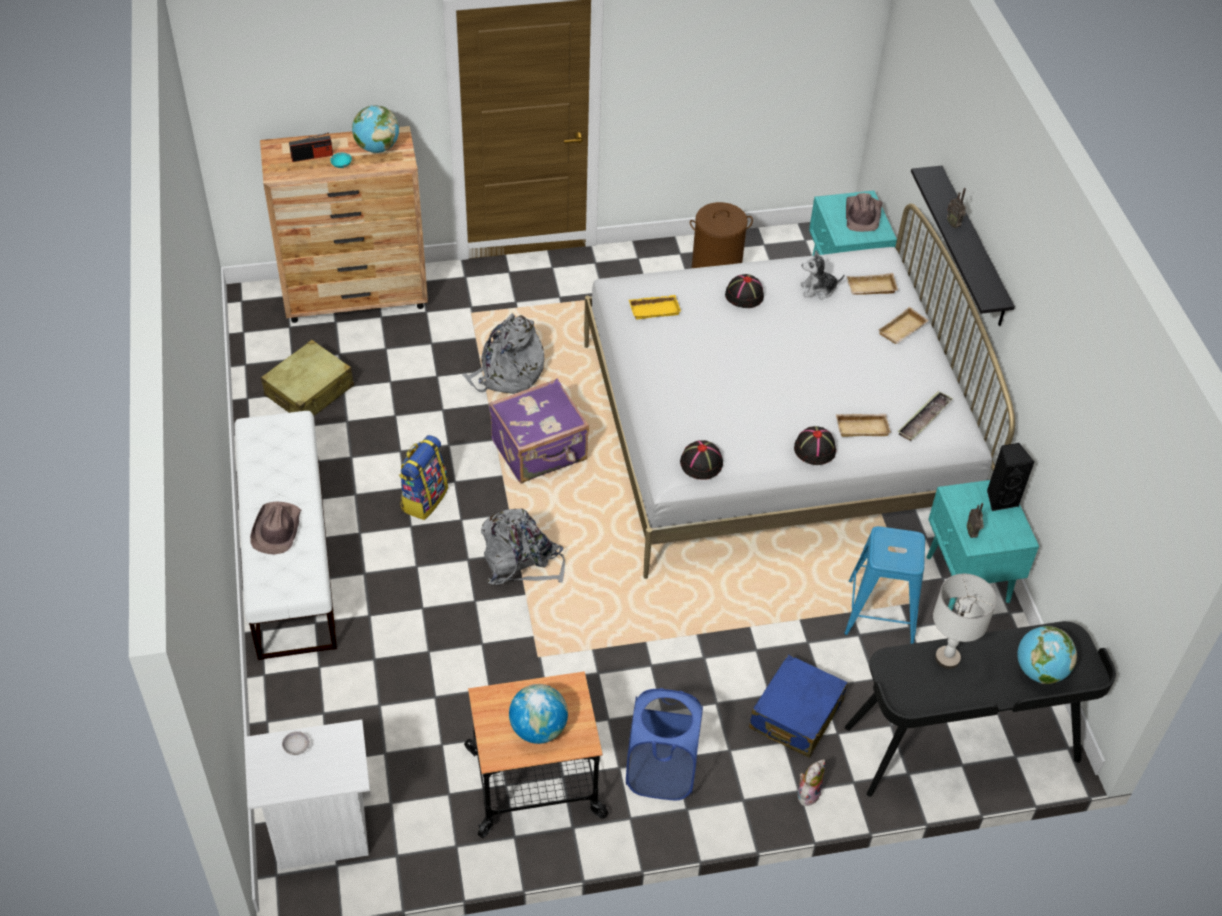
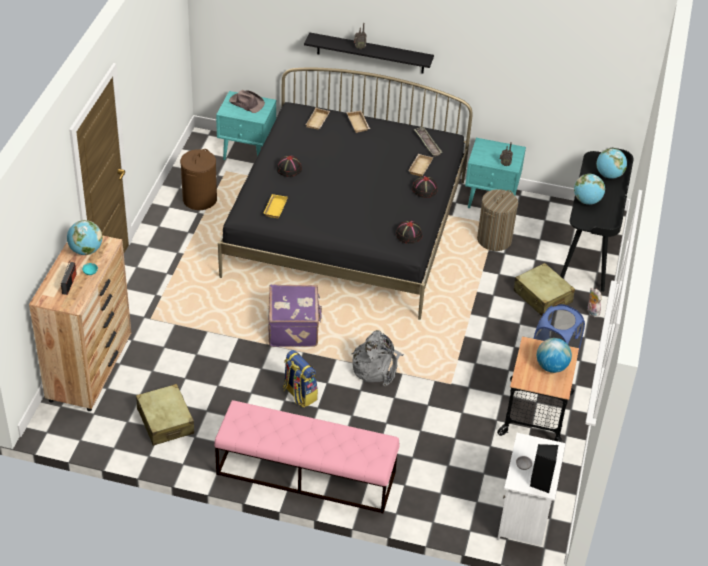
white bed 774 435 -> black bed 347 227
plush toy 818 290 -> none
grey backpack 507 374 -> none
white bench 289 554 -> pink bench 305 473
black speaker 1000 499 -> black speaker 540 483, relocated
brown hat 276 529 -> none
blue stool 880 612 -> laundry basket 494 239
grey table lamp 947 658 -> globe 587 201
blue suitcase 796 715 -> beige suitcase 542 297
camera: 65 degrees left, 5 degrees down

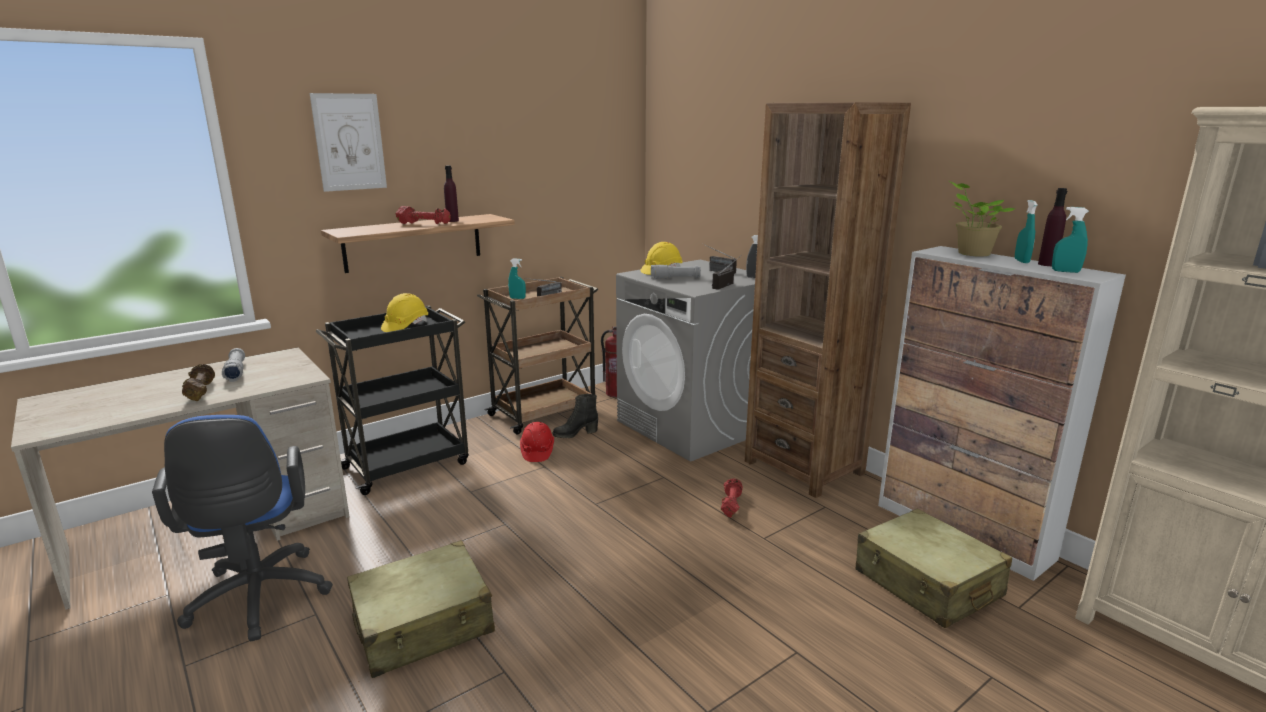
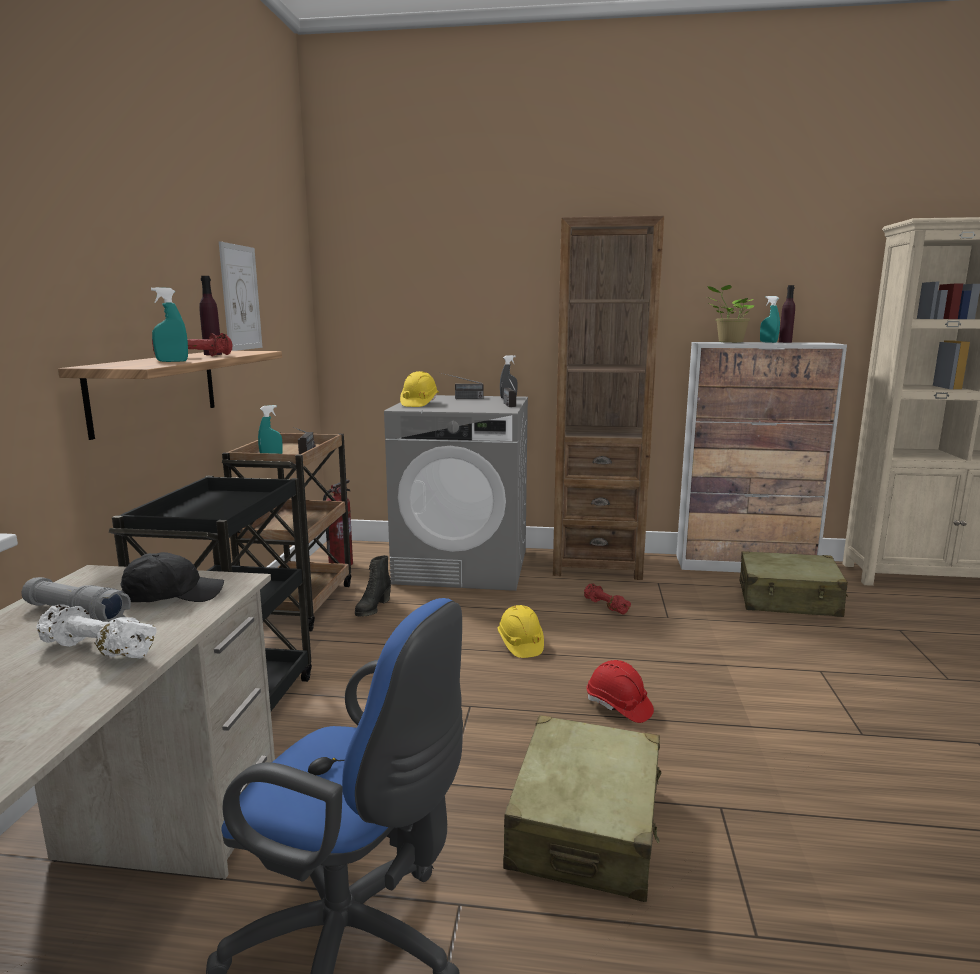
picture 349 142 -> picture 240 298, relocated
turquoise spray bottle 1065 271 -> turquoise spray bottle 172 361, relocated
grey flashlight 675 278 -> none
yellow hard hat 405 326 -> yellow hard hat 520 644, relocated
brown dumbbell 200 392 -> white dumbbell 96 651
red hard hat 537 452 -> red hard hat 618 706, relocated
none -> black cap 173 596
camera: 45 degrees left, 5 degrees down

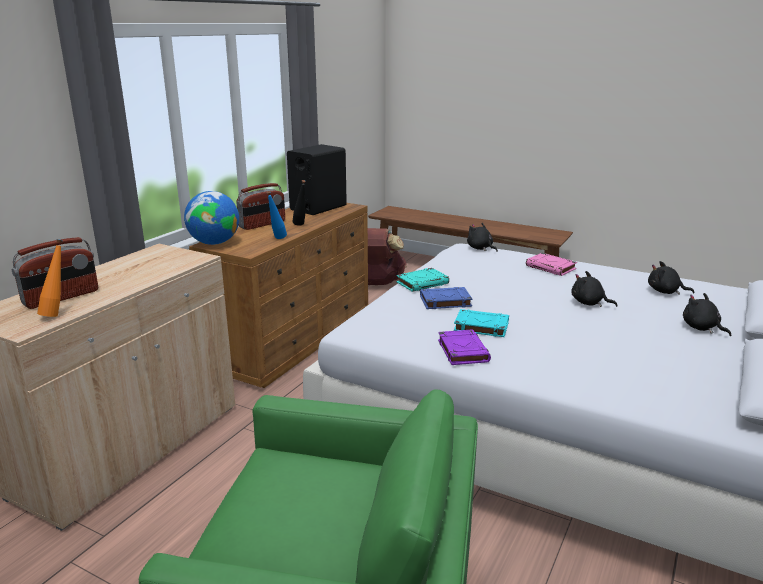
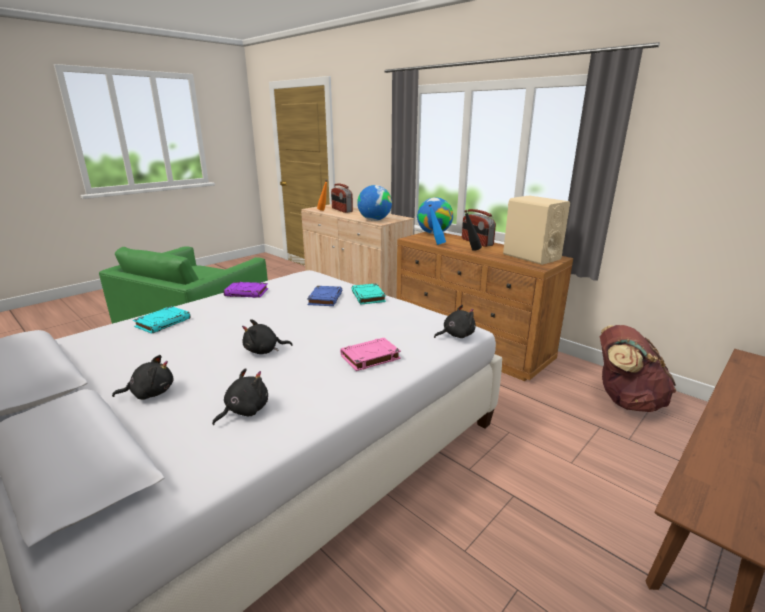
black speaker 318 208 -> beige speaker 531 257
black plush toy 589 303 -> black plush toy 264 351, 150 degrees counterclockwise
turquoise book 480 327 -> turquoise book 163 322, relocated
none -> globe 374 220
camera: 105 degrees right, 0 degrees up

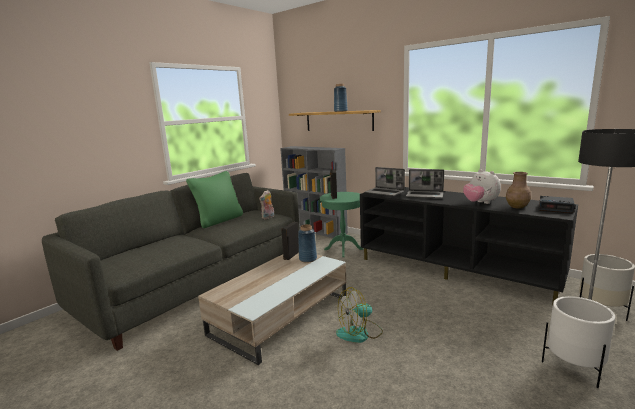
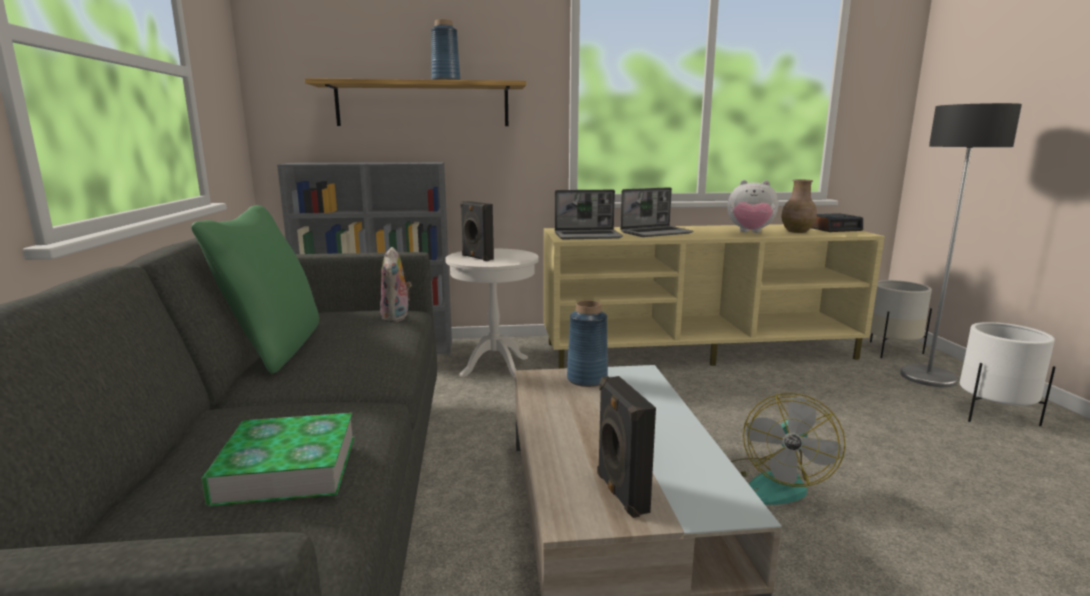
black tv stand 454 270 -> beige tv stand 699 351
green side table 343 249 -> white side table 495 366
black speaker 291 255 -> black speaker 620 493, relocated
none -> book 287 468
camera: 45 degrees left, 0 degrees up

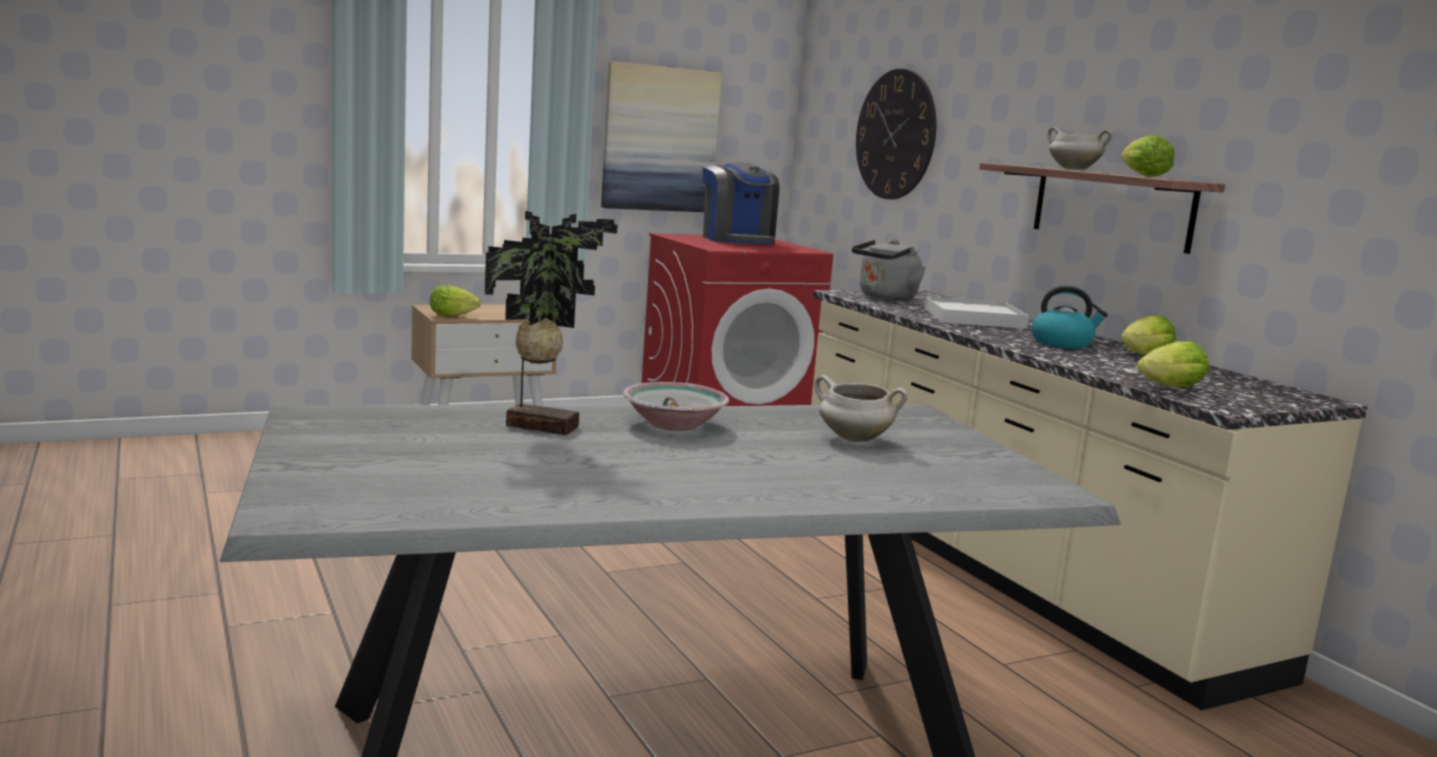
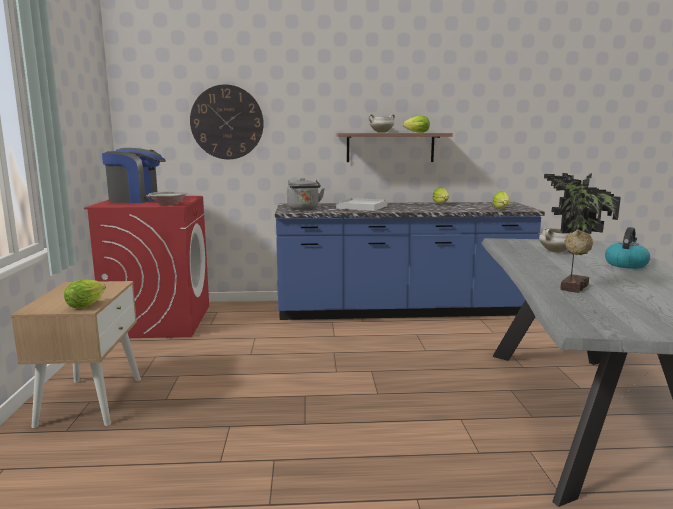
picture 660 139 -> none
kettle 1062 343 -> kettle 625 264, relocated
beige counter 1003 568 -> blue counter 401 310
bowl 674 424 -> bowl 168 204, relocated
camera: 65 degrees left, 0 degrees up

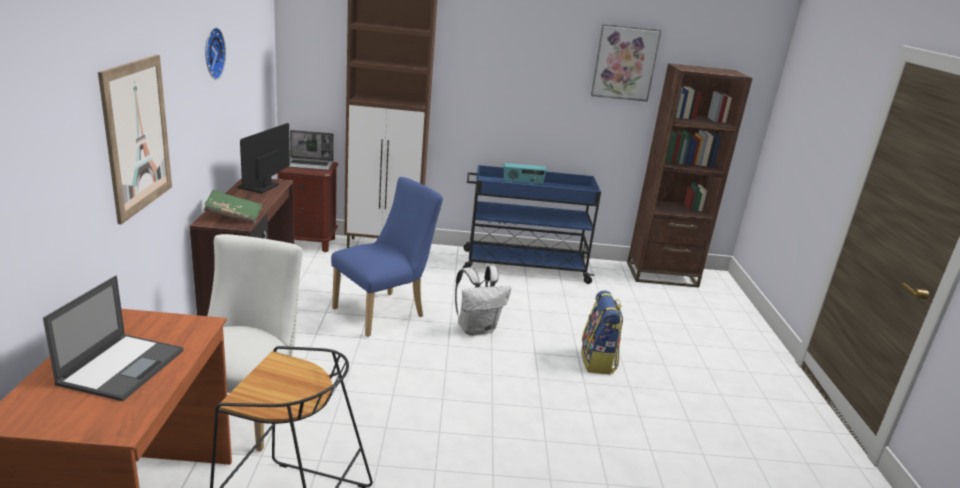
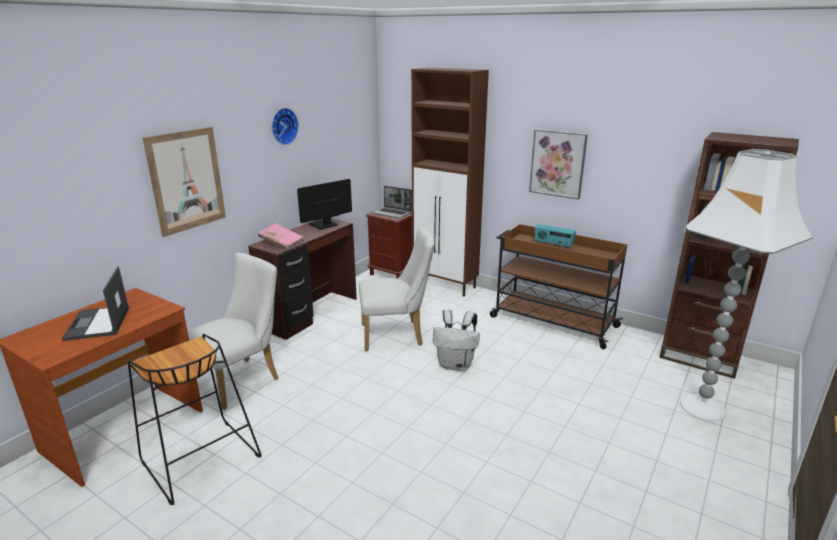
picture 624 63 -> picture 557 163, relocated
blue cart 523 266 -> brown cart 551 321
blue chair 384 311 -> white chair 397 335
green book 234 215 -> pink book 281 242
laptop 123 366 -> laptop 98 323, 120 degrees clockwise
backpack 598 361 -> none
none -> white floor lamp 702 408
camera: 35 degrees right, 0 degrees up

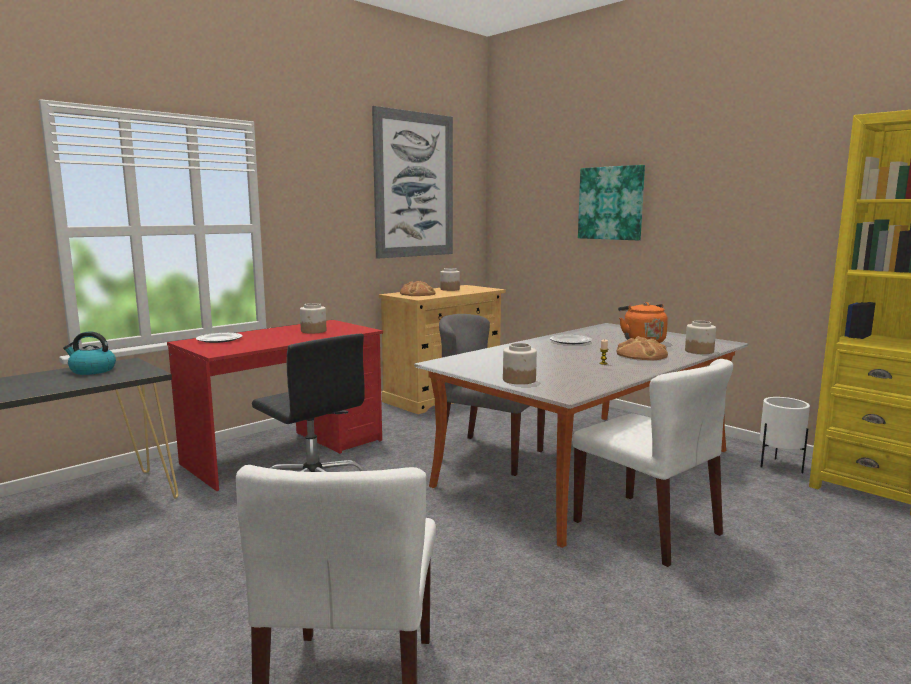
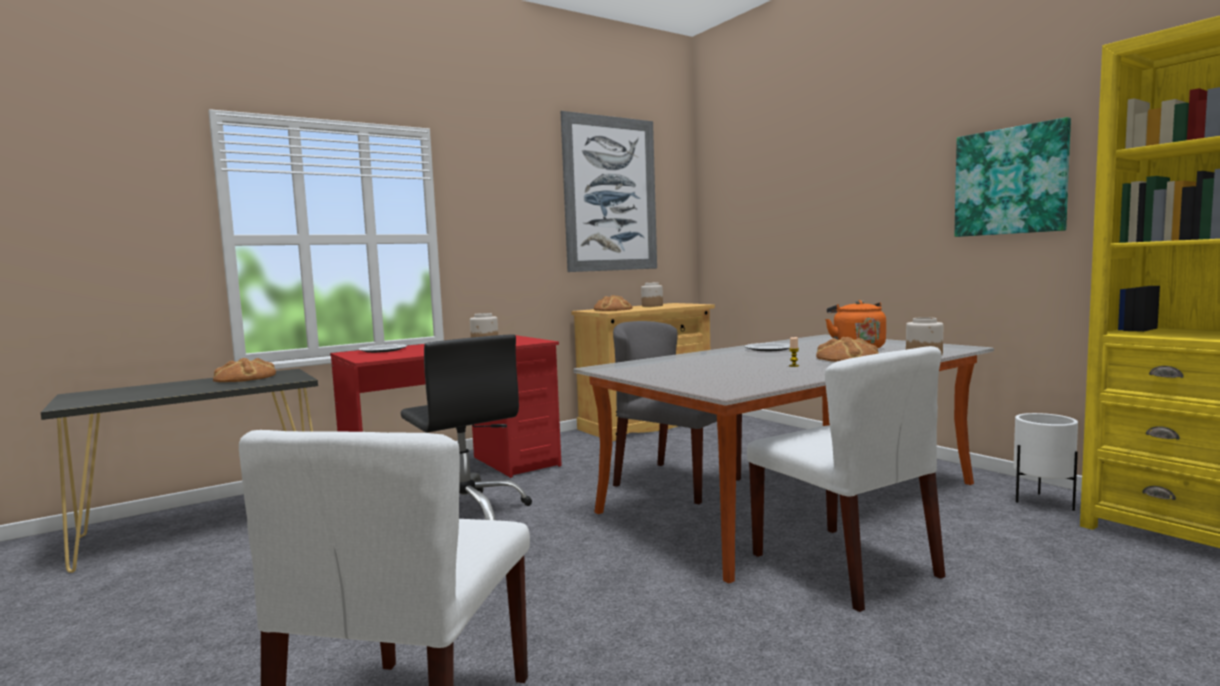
picture 611 203 -> picture 1010 181, relocated
kettle 92 370 -> bread 245 378
jar 519 380 -> none
camera: 10 degrees right, 5 degrees down

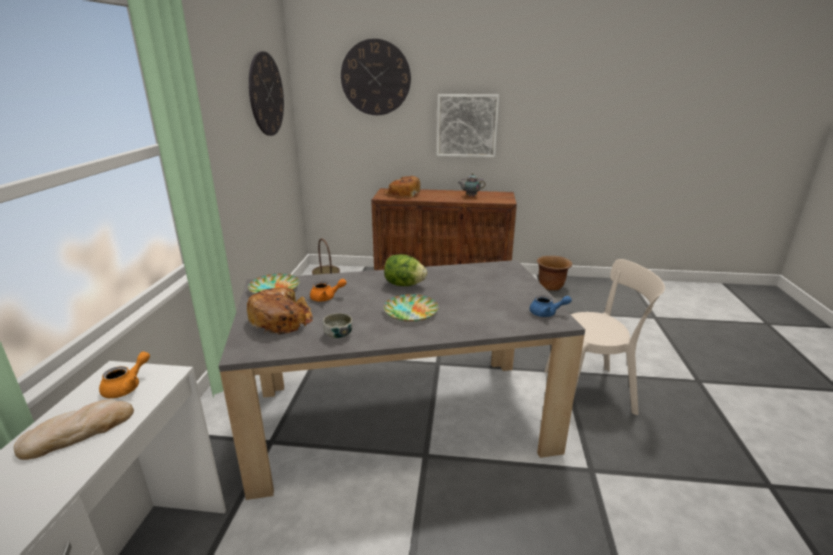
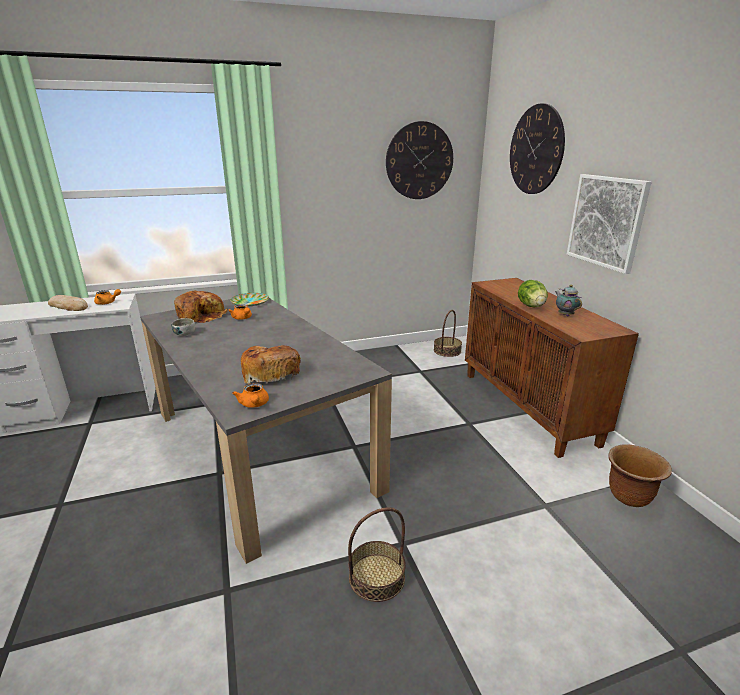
bread 403 193 -> bread 270 372, relocated
lettuce 404 284 -> lettuce 531 306, relocated
beige chair 593 391 -> basket 376 577
plate 410 311 -> none
blue teapot 546 313 -> orange teapot 254 405
camera: 65 degrees right, 0 degrees up

